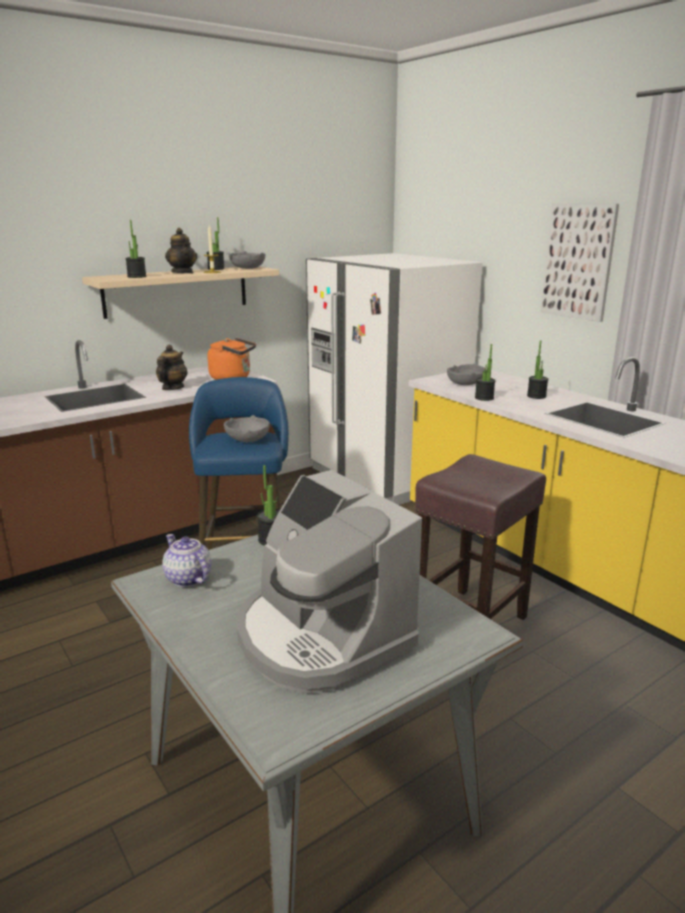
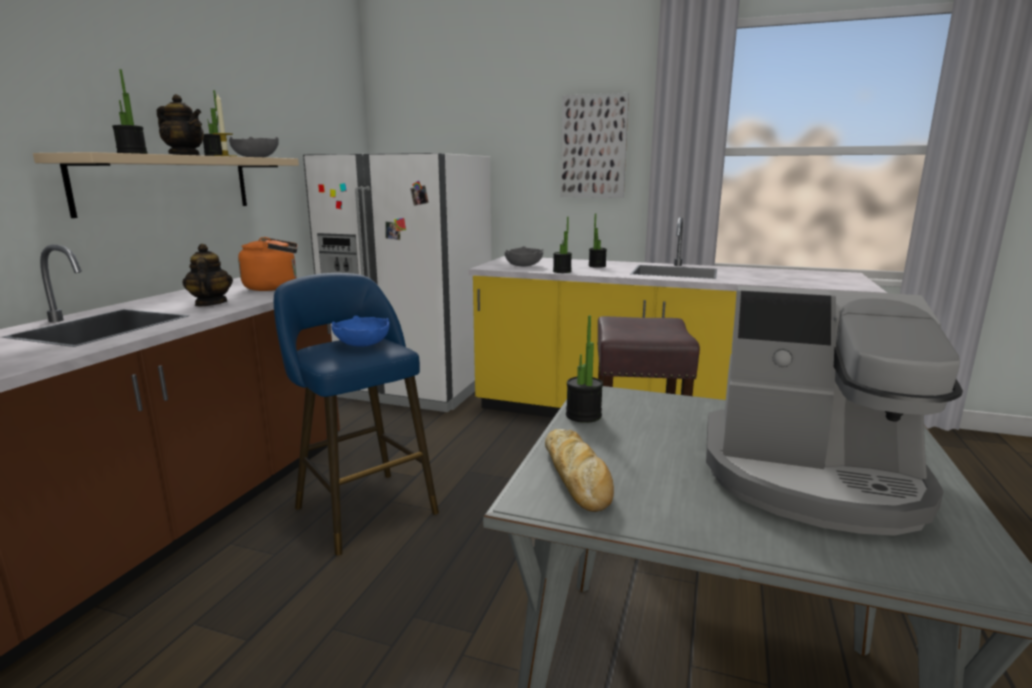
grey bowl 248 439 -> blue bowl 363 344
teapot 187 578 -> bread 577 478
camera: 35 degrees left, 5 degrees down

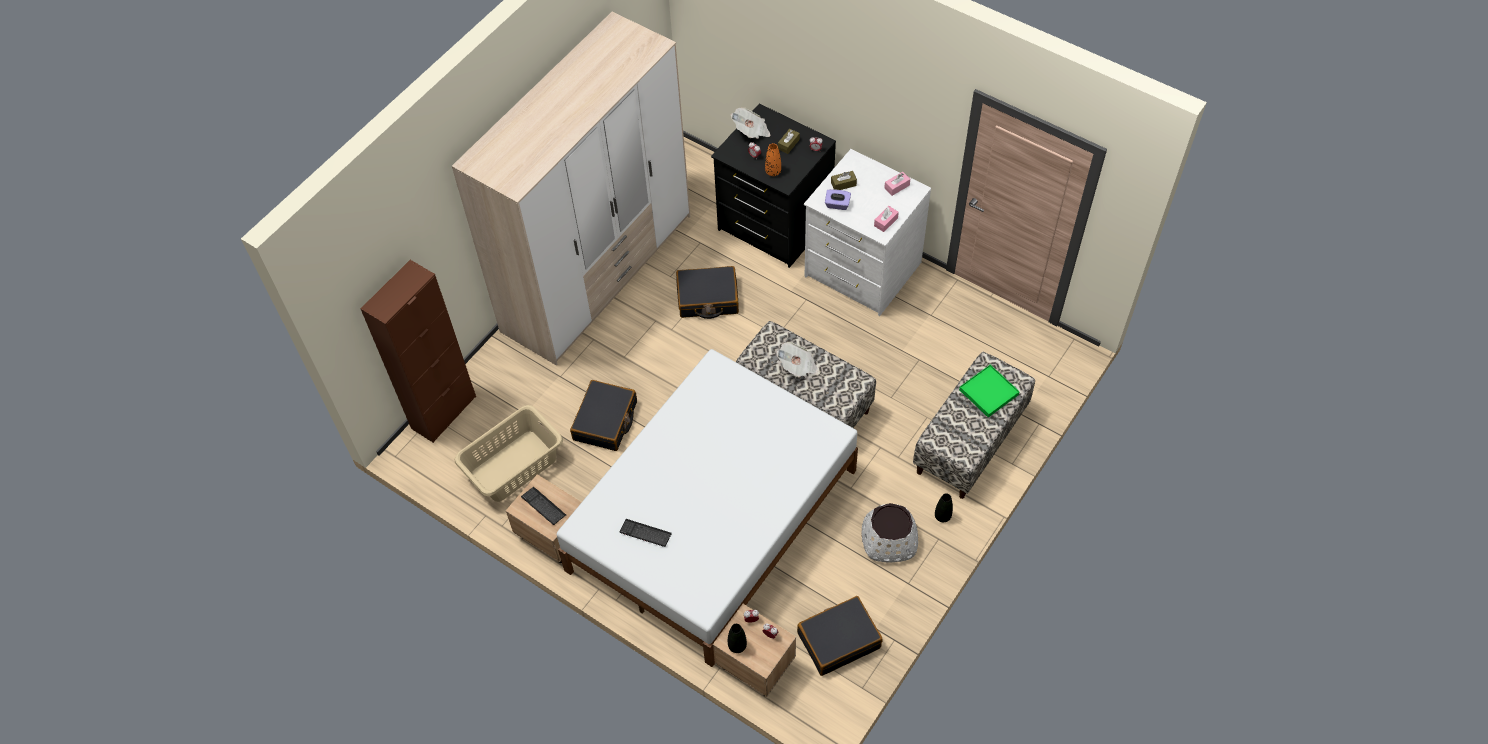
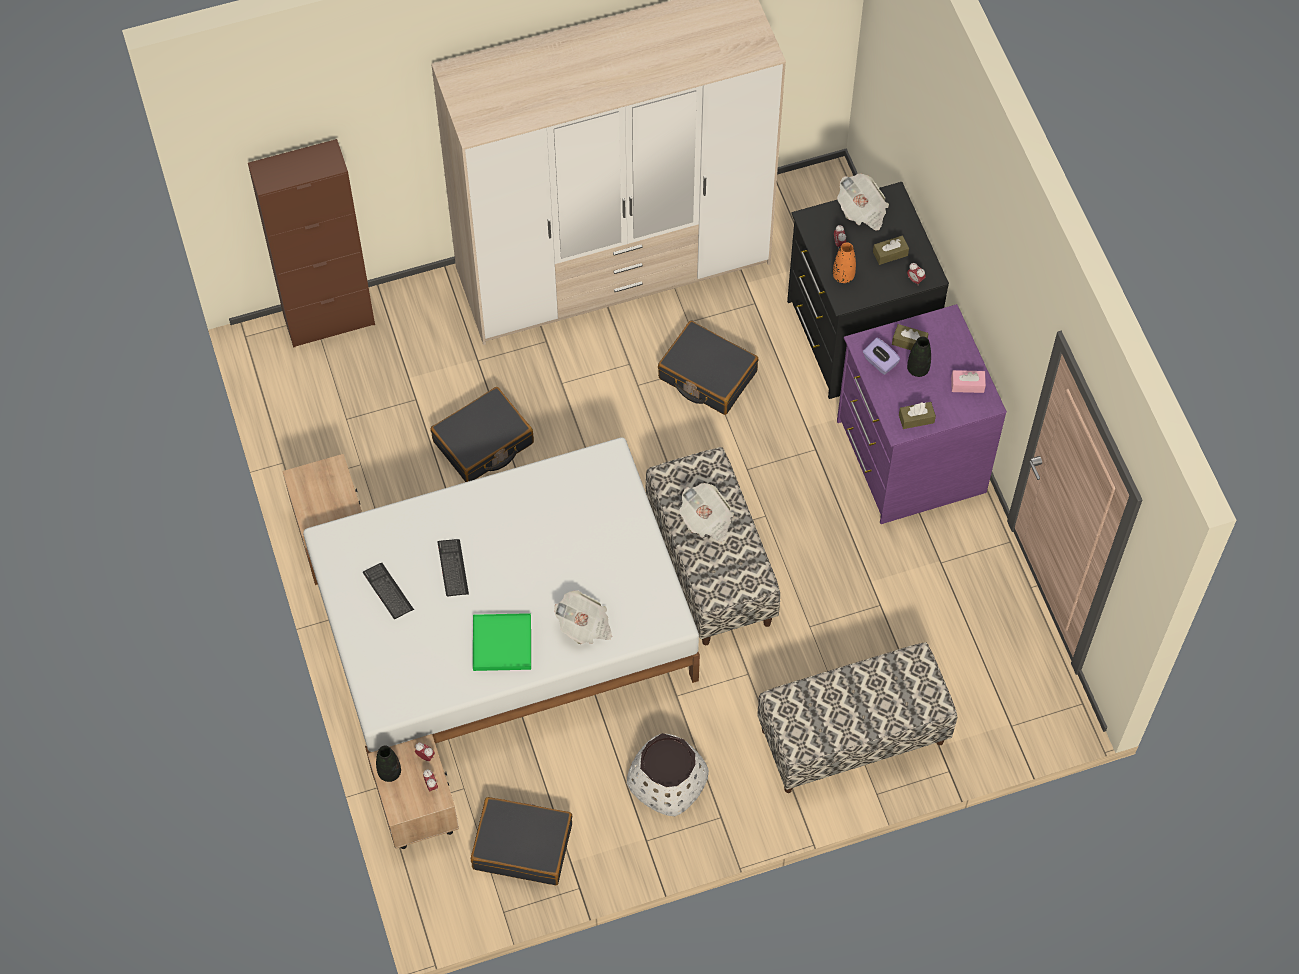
white dresser 861 270 -> purple dresser 908 457
pink tissue box 886 222 -> brown tissue box 916 419
green tray 988 392 -> green tray 502 644, relocated
beige laundry basket 513 466 -> none
keyboard 543 506 -> keyboard 453 568, relocated
black vase 942 516 -> black vase 918 369, relocated
none -> newspaper 584 626
camera: 35 degrees right, 5 degrees up

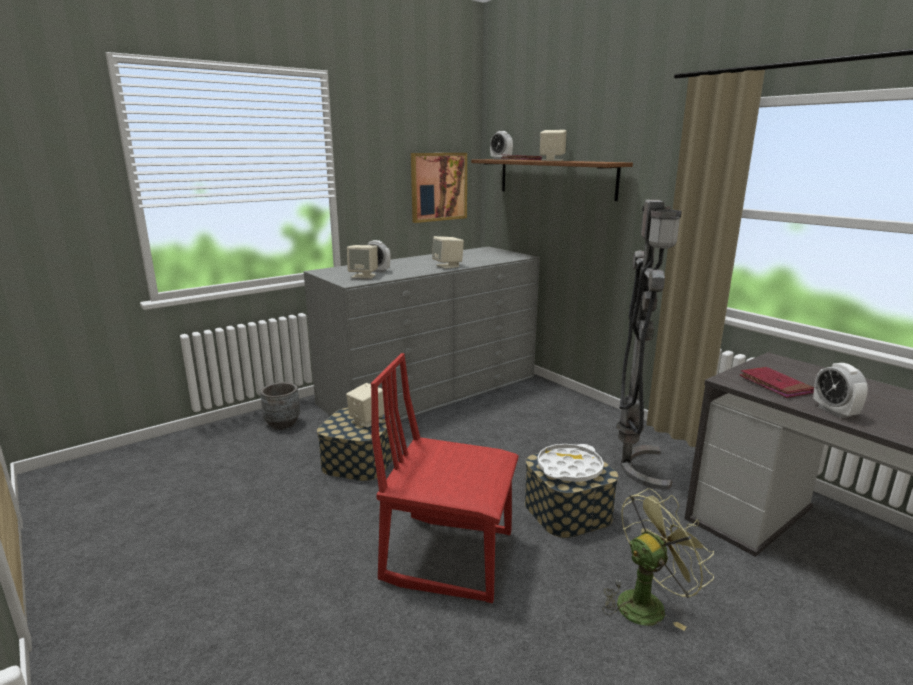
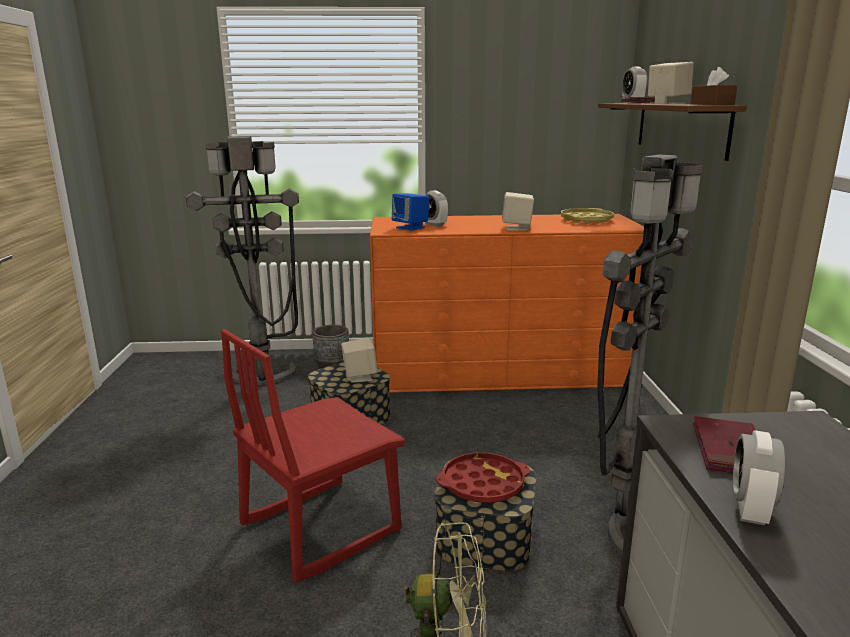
picture 438 187 -> none
beige speaker 364 276 -> blue speaker 411 227
grey dresser 431 389 -> orange dresser 499 370
red chair 449 555 -> red chair 319 527, 90 degrees counterclockwise
white tray 569 468 -> red tray 483 484
none -> brown tissue box 712 104
none -> grey floor lamp 263 381
none -> yellow tray 586 220
camera: 35 degrees right, 0 degrees up

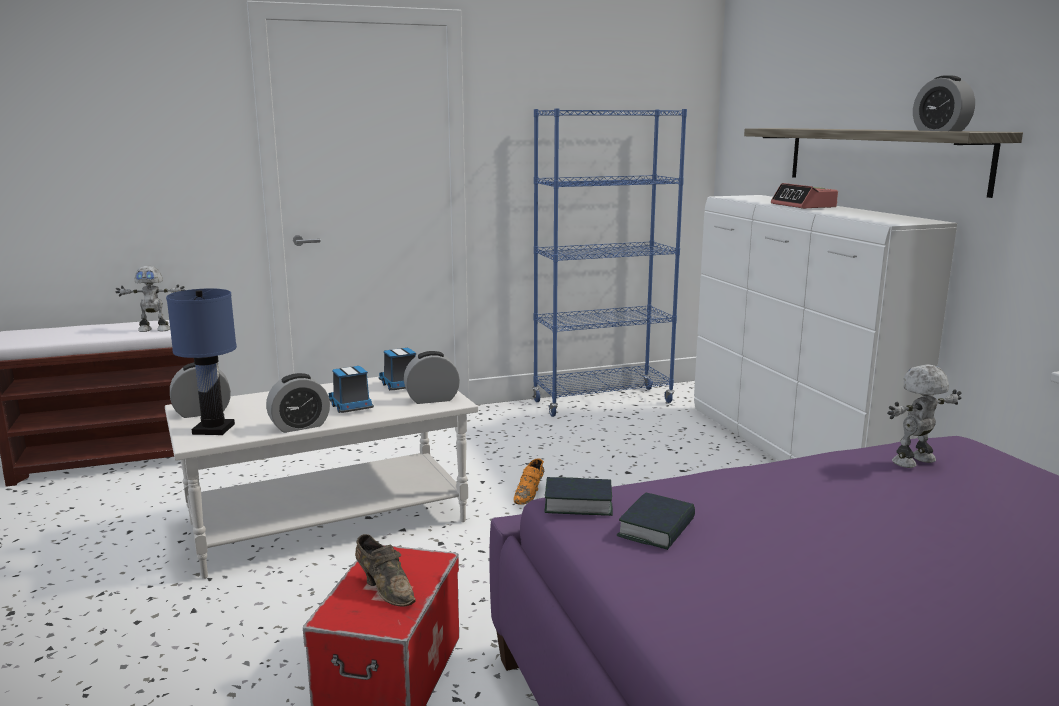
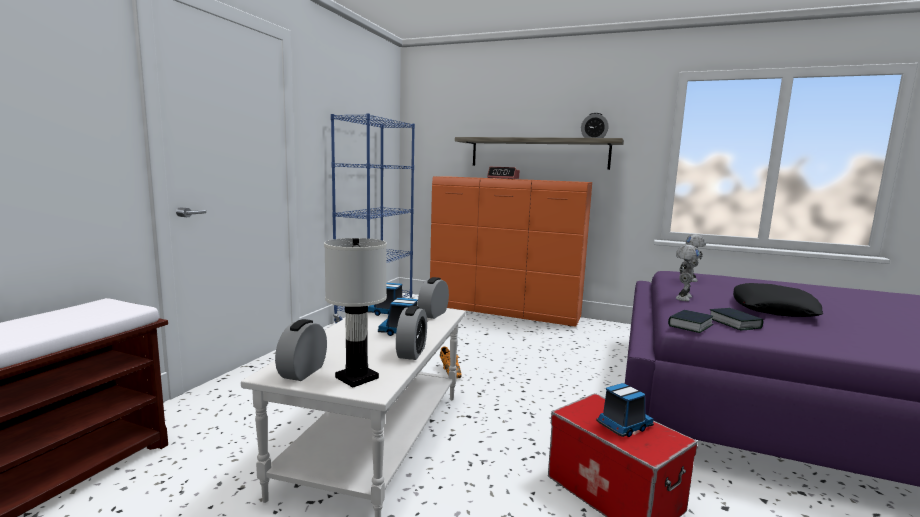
white dresser 790 451 -> orange dresser 504 312
toy robot 155 329 -> toy robot 682 298, relocated
blue table lamp 214 429 -> white table lamp 357 377
brown shoe 385 589 -> toy truck 624 426
none -> black pillow 773 309
camera: 50 degrees left, 5 degrees down

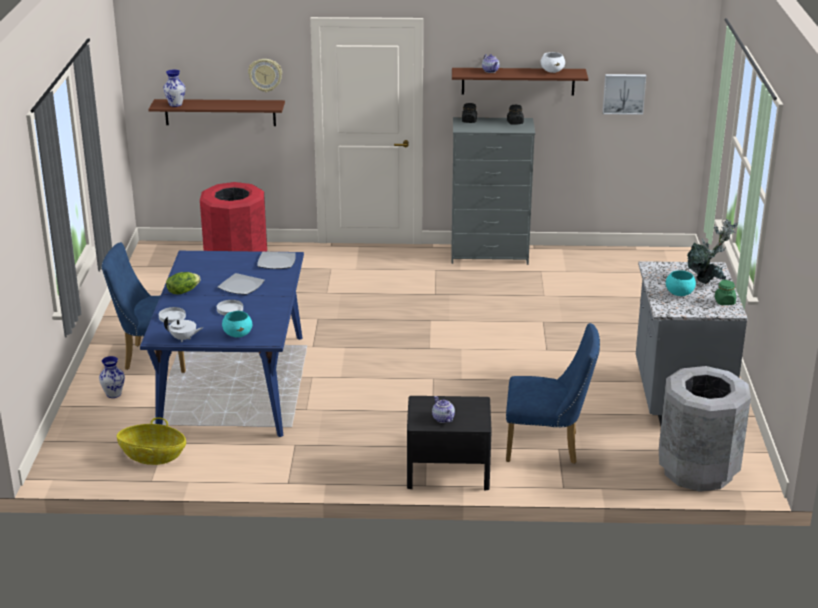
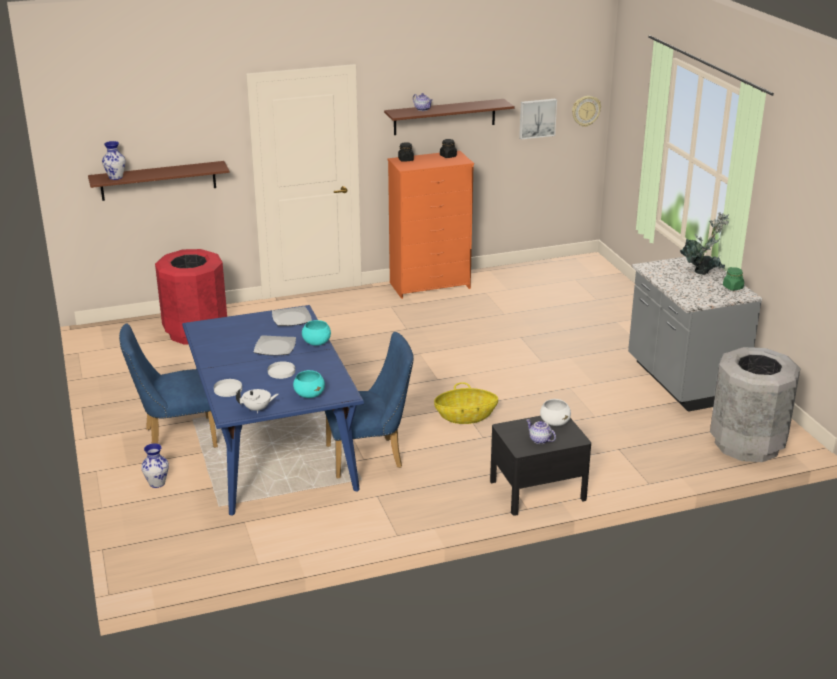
white bowl 552 71 -> white bowl 554 422, relocated
wall clock 265 75 -> wall clock 585 111, relocated
grey dresser 490 255 -> orange dresser 430 285
turquoise bowl 679 293 -> turquoise bowl 316 343, relocated
lettuce 183 291 -> none
blue chair 548 447 -> blue chair 370 457, relocated
basket 153 456 -> basket 465 416, relocated
camera: 20 degrees left, 0 degrees up

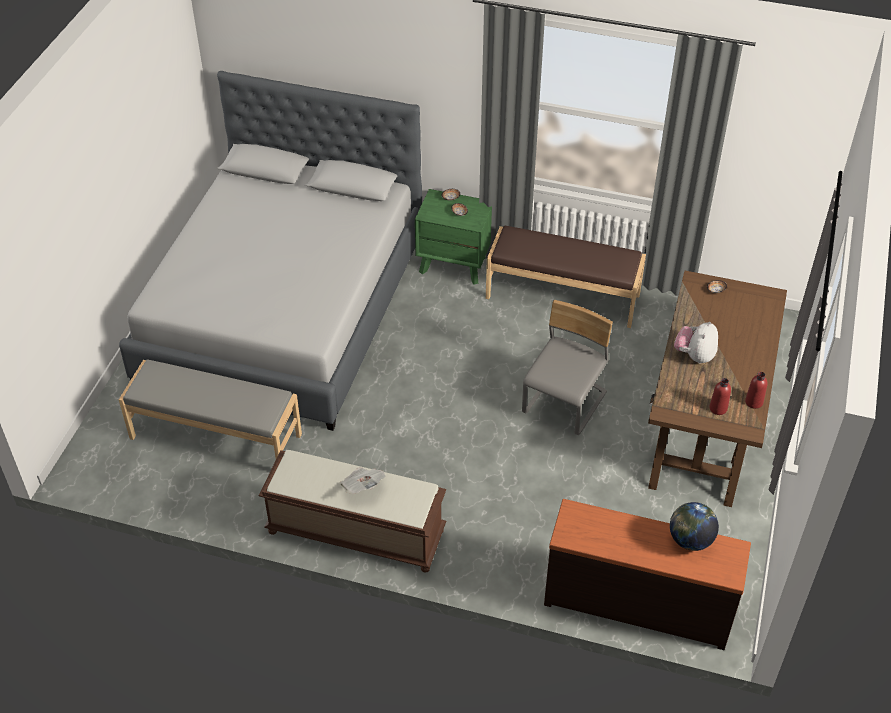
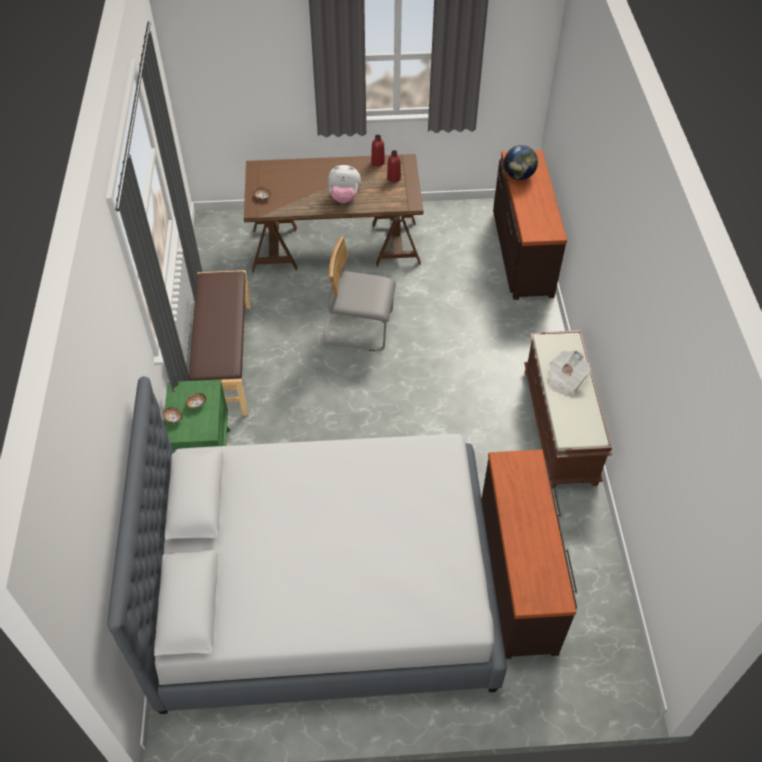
grey bench 216 435 -> brown dresser 519 575
camera: 110 degrees left, 5 degrees up

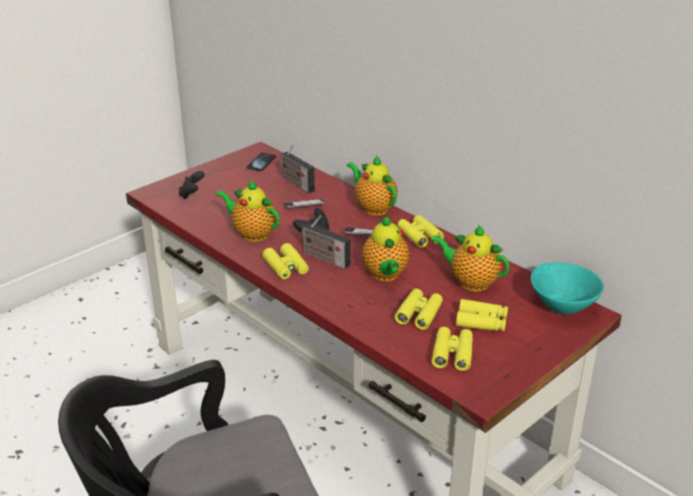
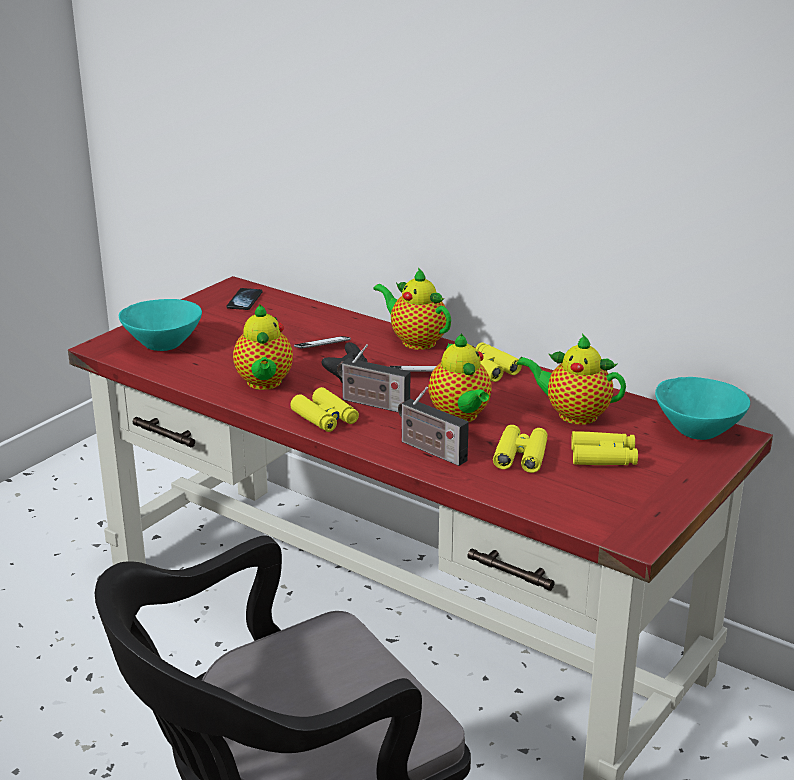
radio 296 183 -> radio 430 450, relocated
black game controller 192 194 -> turquoise bowl 162 344
teapot 252 234 -> teapot 264 384, 120 degrees counterclockwise
yellow binoculars 452 353 -> none
camera: 10 degrees left, 5 degrees down

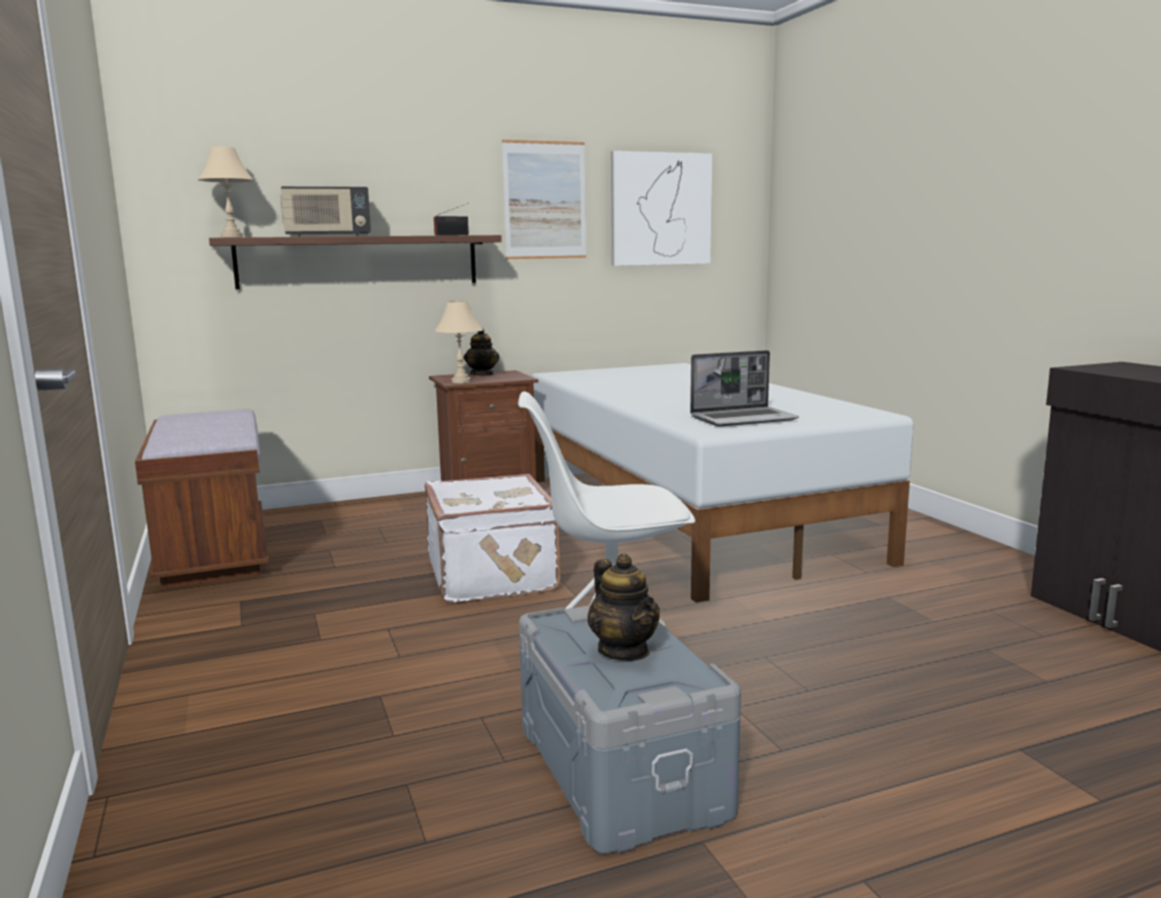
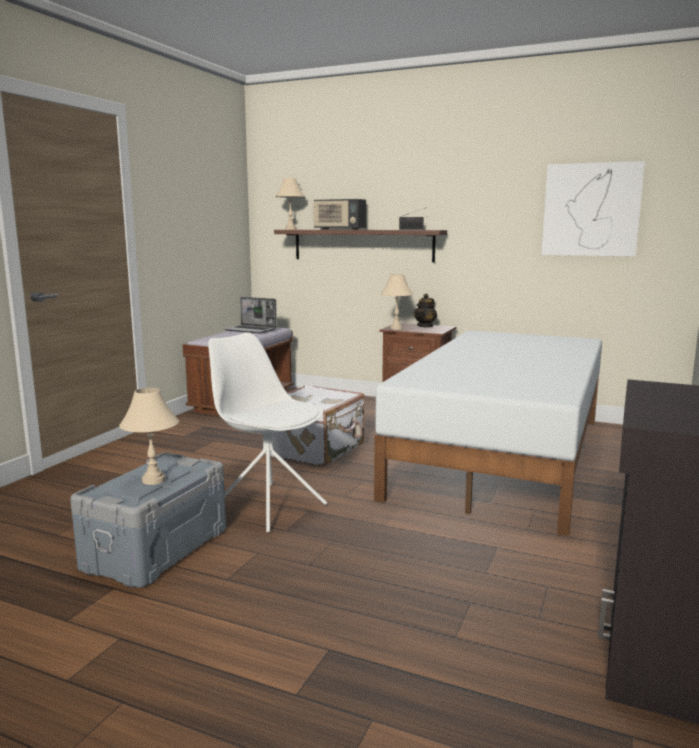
picture 545 200 -> none
laptop 744 419 -> laptop 251 330, relocated
teapot 624 650 -> beige table lamp 153 480
camera: 45 degrees right, 0 degrees up

